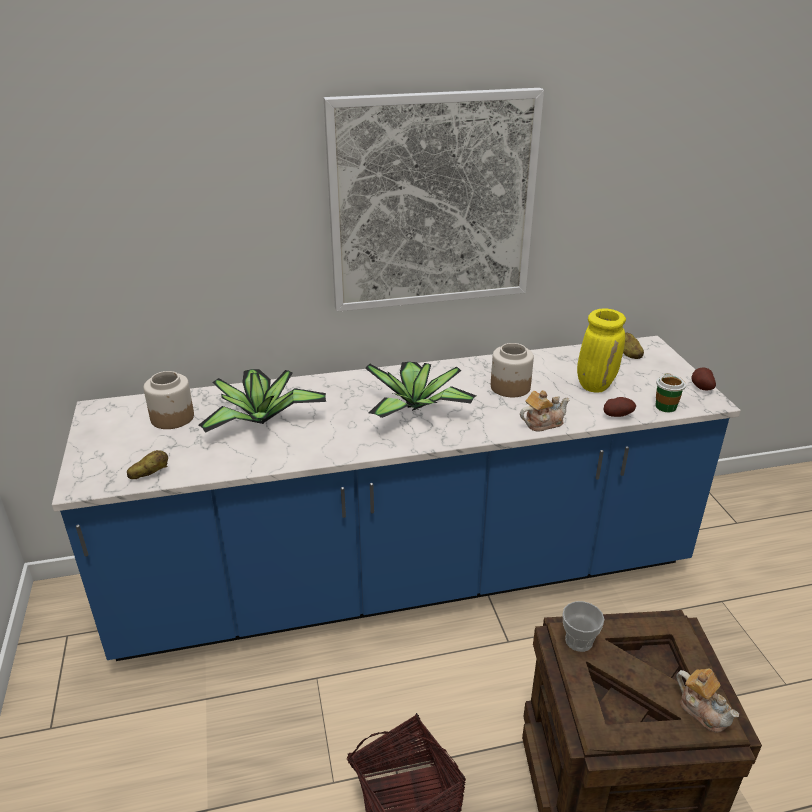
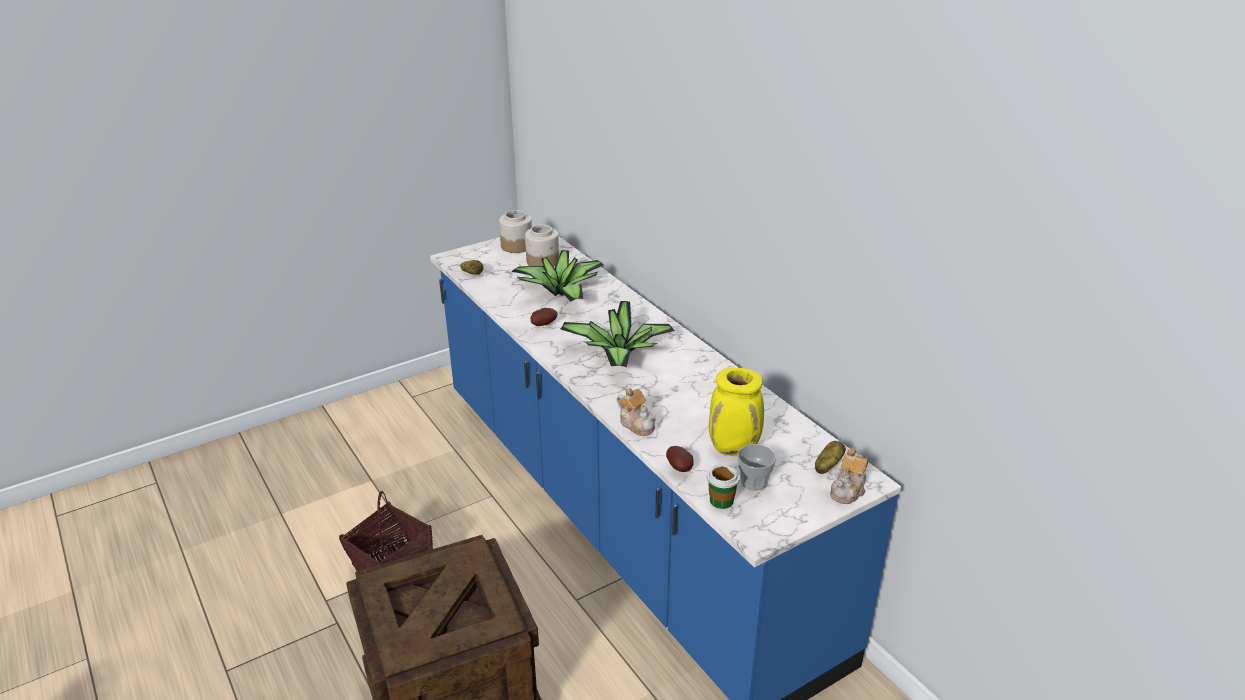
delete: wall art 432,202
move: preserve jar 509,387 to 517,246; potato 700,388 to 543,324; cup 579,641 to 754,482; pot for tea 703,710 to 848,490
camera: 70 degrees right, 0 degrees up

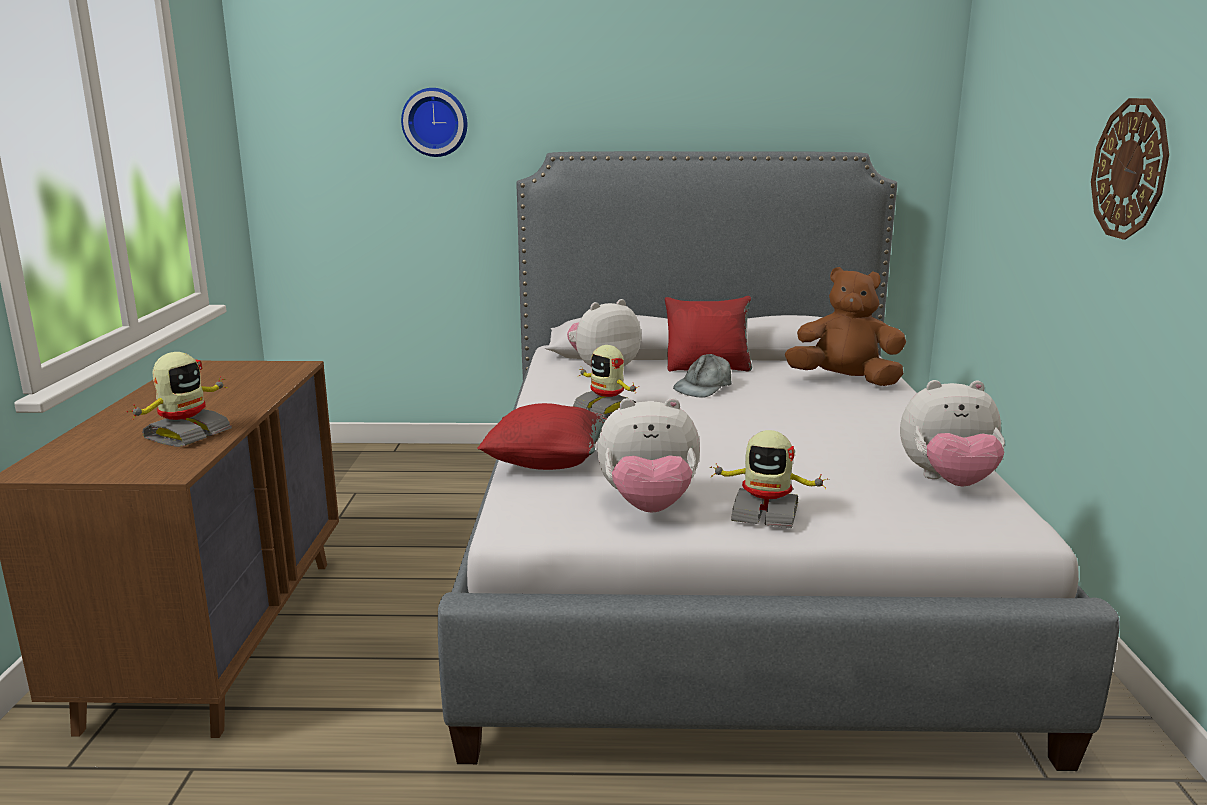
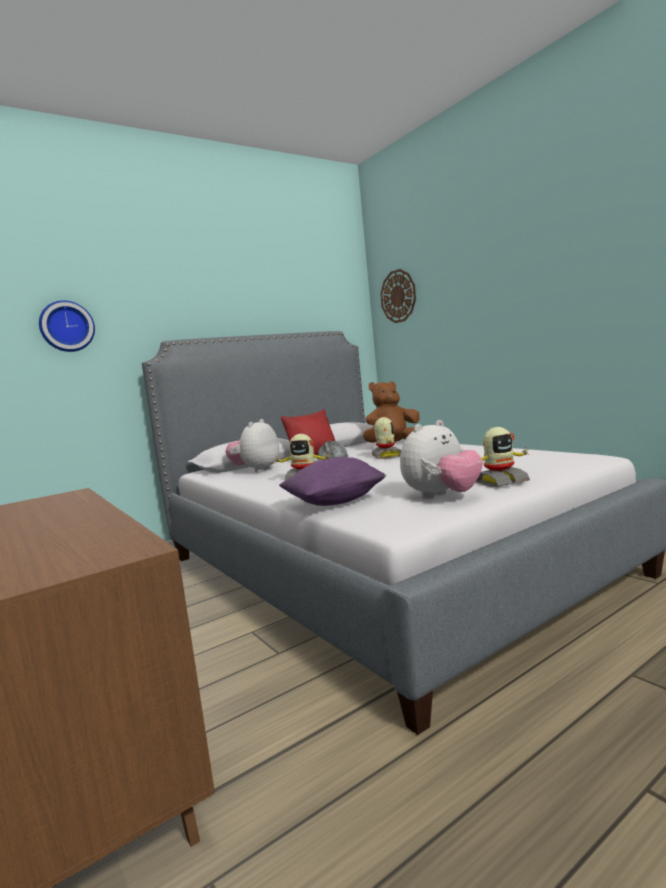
delete: plush toy 948,482
move: hanging clock 1130,169 to 398,296; toy robot 186,435 to 387,456
recolor: cushion (red) 547,463 to cushion (purple) 334,502
camera: 35 degrees left, 10 degrees down

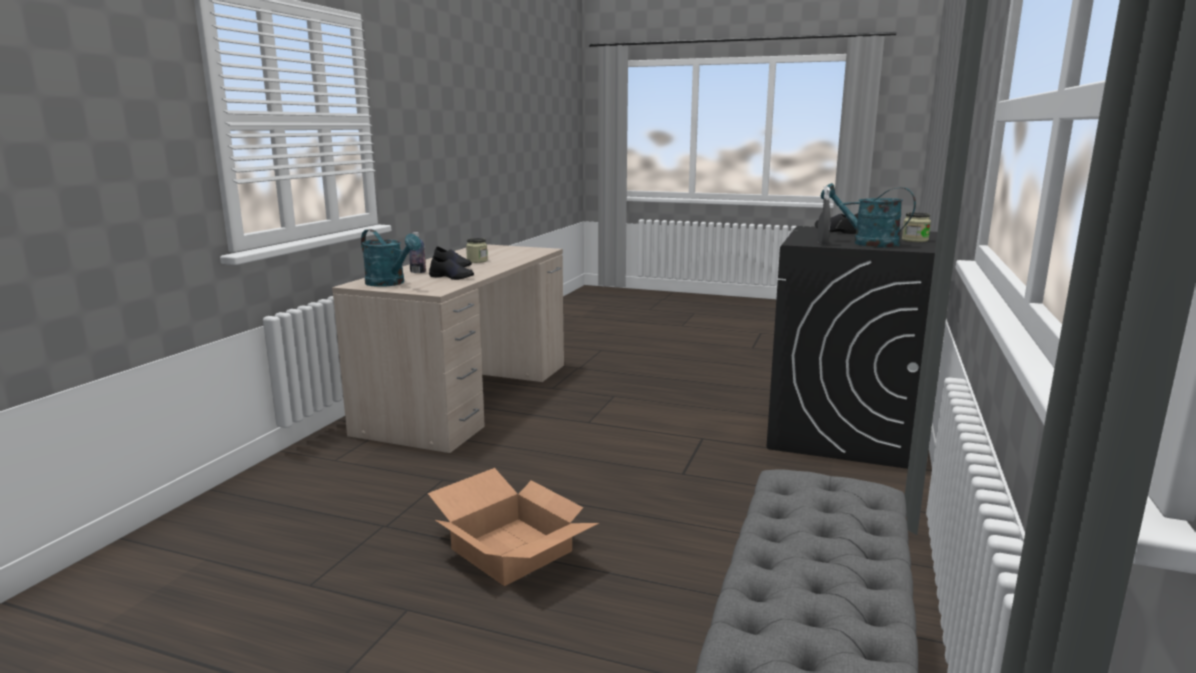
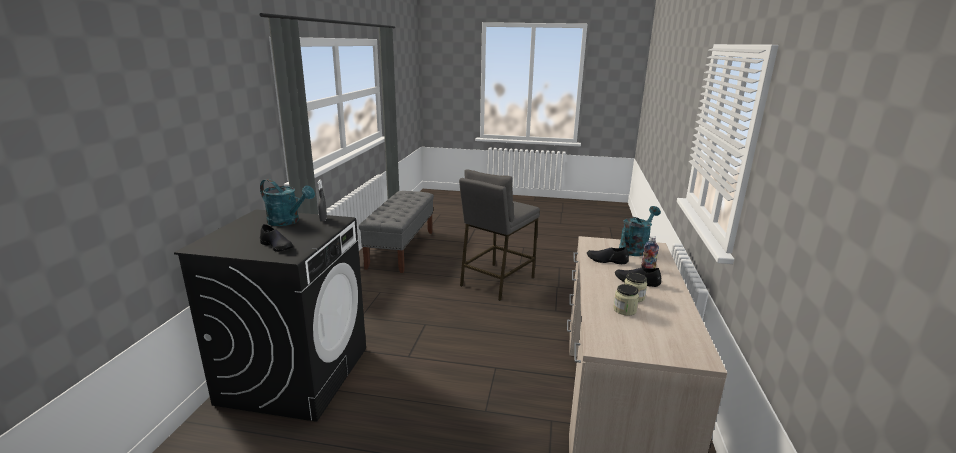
move: preserve jar 915,240 to 624,310
replace: carton 514,550 to stool (grey) 496,281
rotate: watering pot (turquoise) 390,283 = 635,248 105 degrees clockwise
camera: 170 degrees right, 5 degrees up

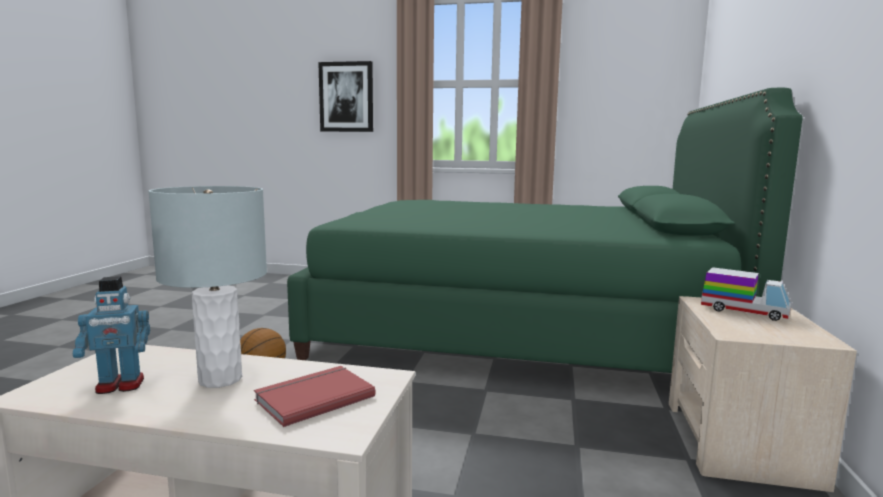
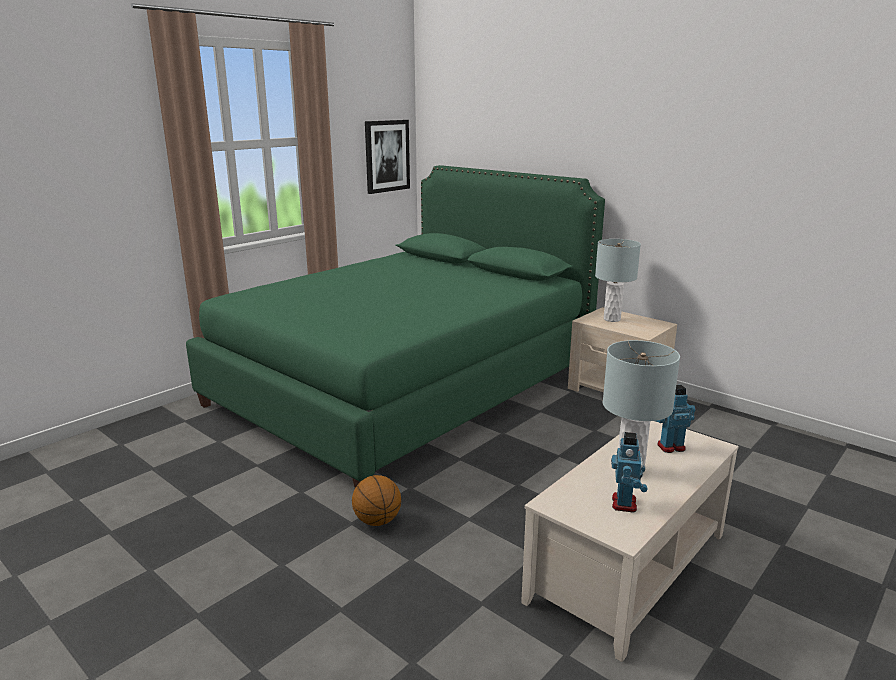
move: wall art 346,97 to 387,156
replace: model truck 744,311 to tabletop lamp (grey) 611,319; volume (red) 313,397 to toy robot 670,447
camera: 60 degrees left, 10 degrees up

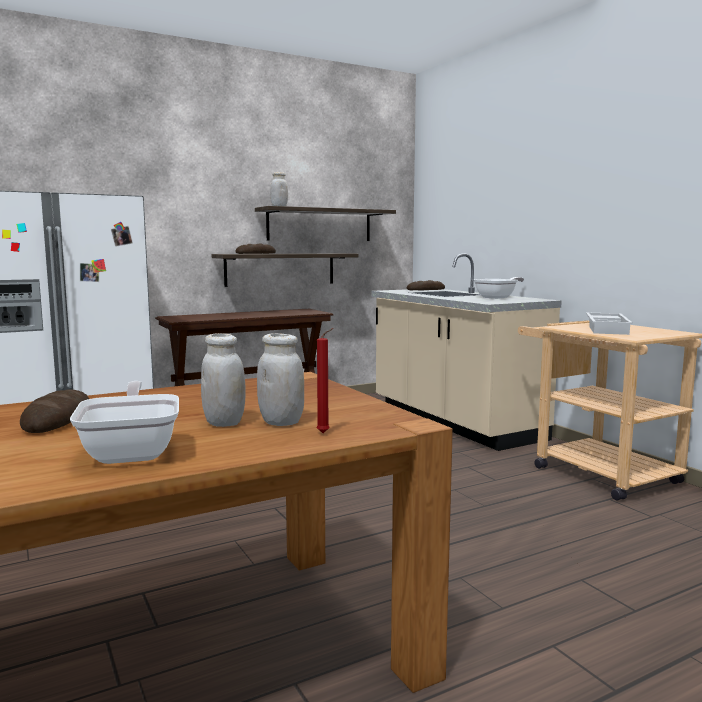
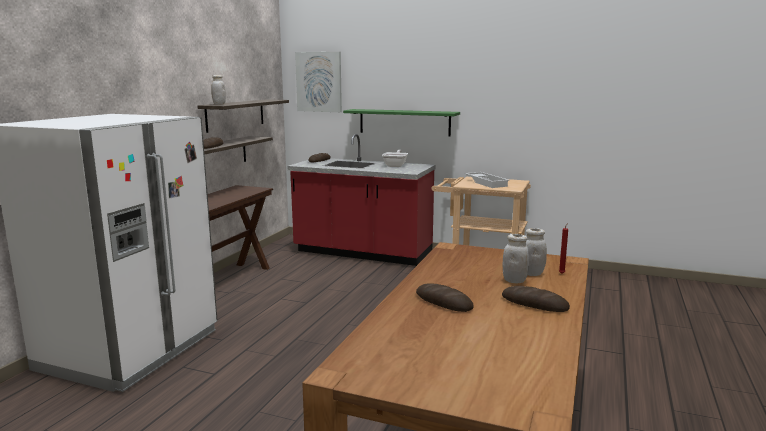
insert: wall art 319,82; wall shelf (green) 404,122
replace: frying pan 133,451 to bakery bread 534,303
recolor: kitchen counter (beige-coloured) 453,421 to kitchen counter (red) 362,253
camera: 40 degrees left, 5 degrees up

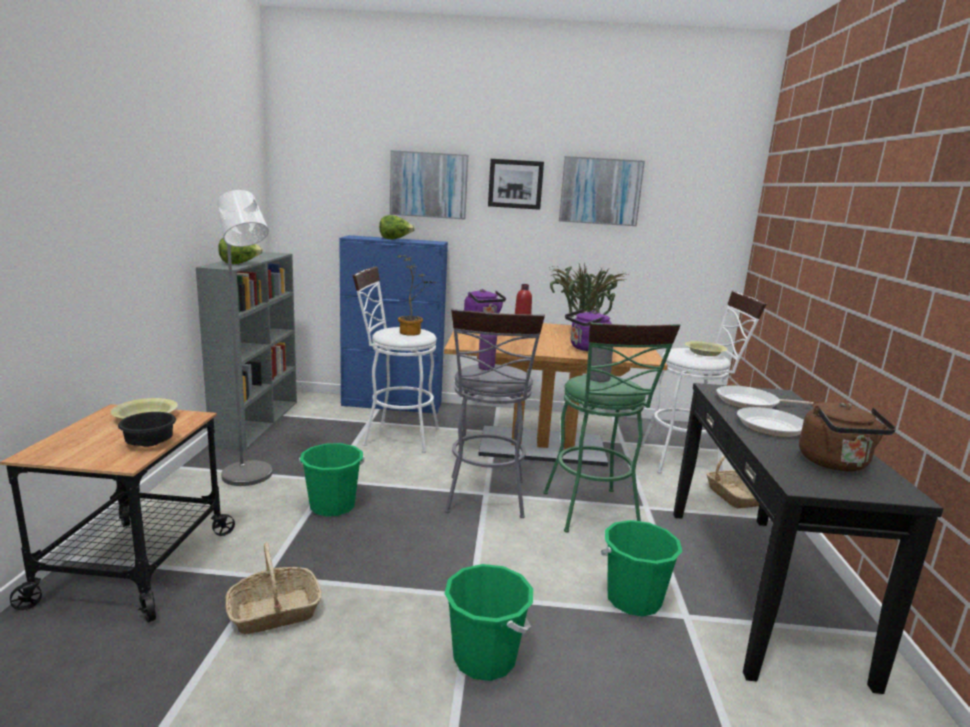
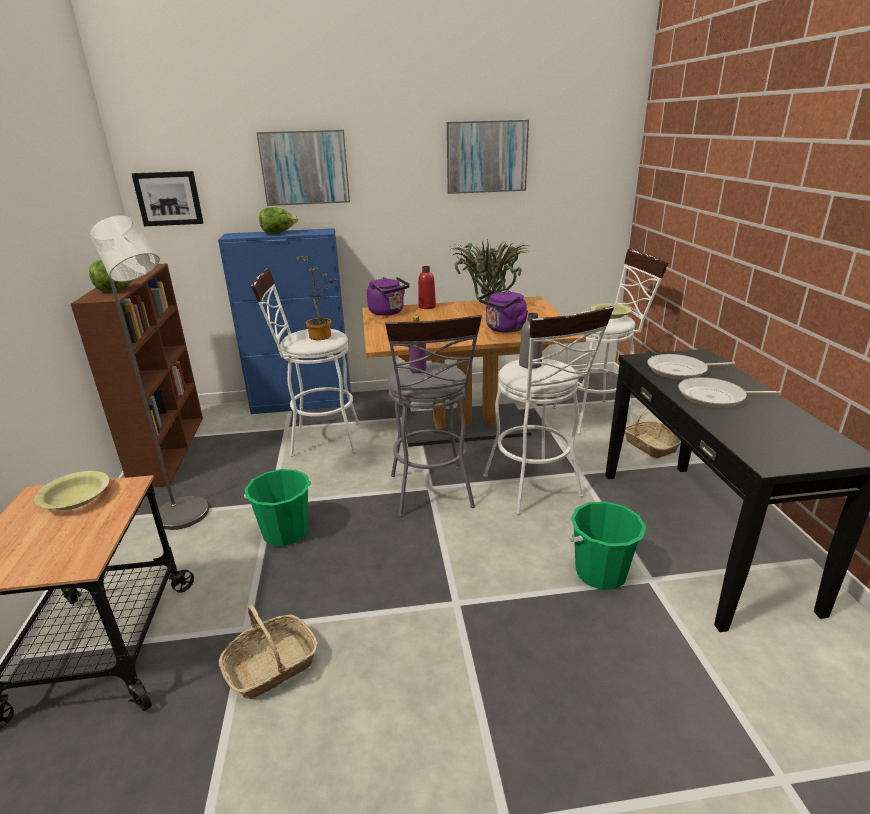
delete: tea kettle (brownish) 836,464; bowl (black-coloured) 151,443; pail (green) 484,658
move: wall art 515,184 to 169,198
recolor: bookcase (grey) 257,422 to bookcase (brownish) 169,449; stool (green) 593,514 to stool (white-coloured) 536,490
camera: 10 degrees left, 10 degrees up

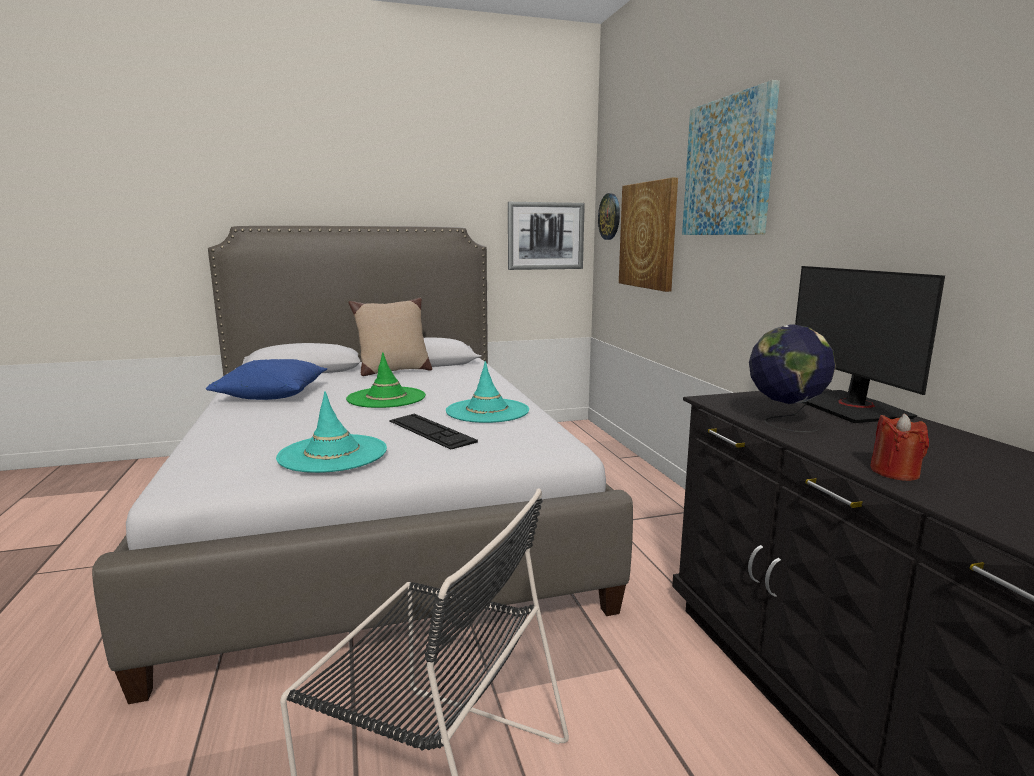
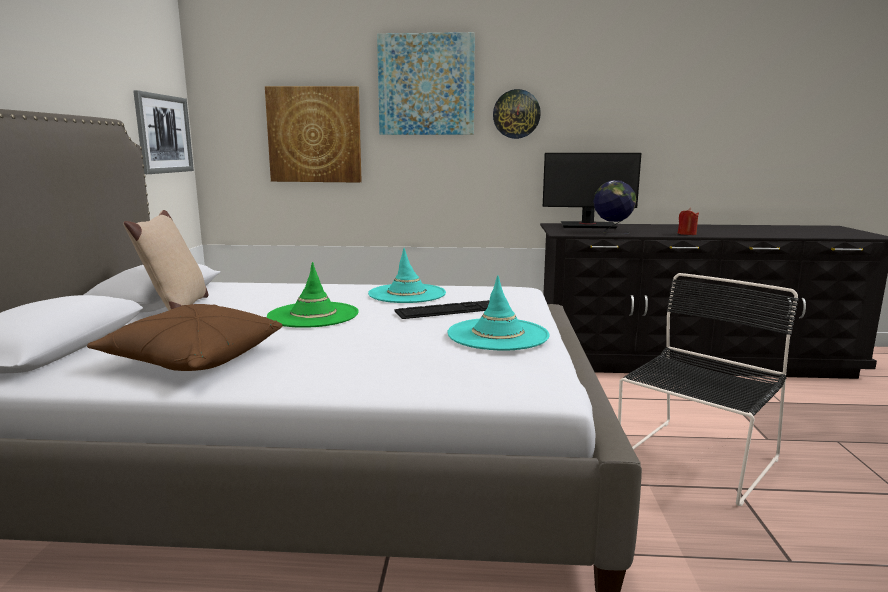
move: hanging clock 610,216 to 516,114
recolor: cushion (bluish) 272,394 to cushion (brownish) 193,360
camera: 70 degrees left, 0 degrees up

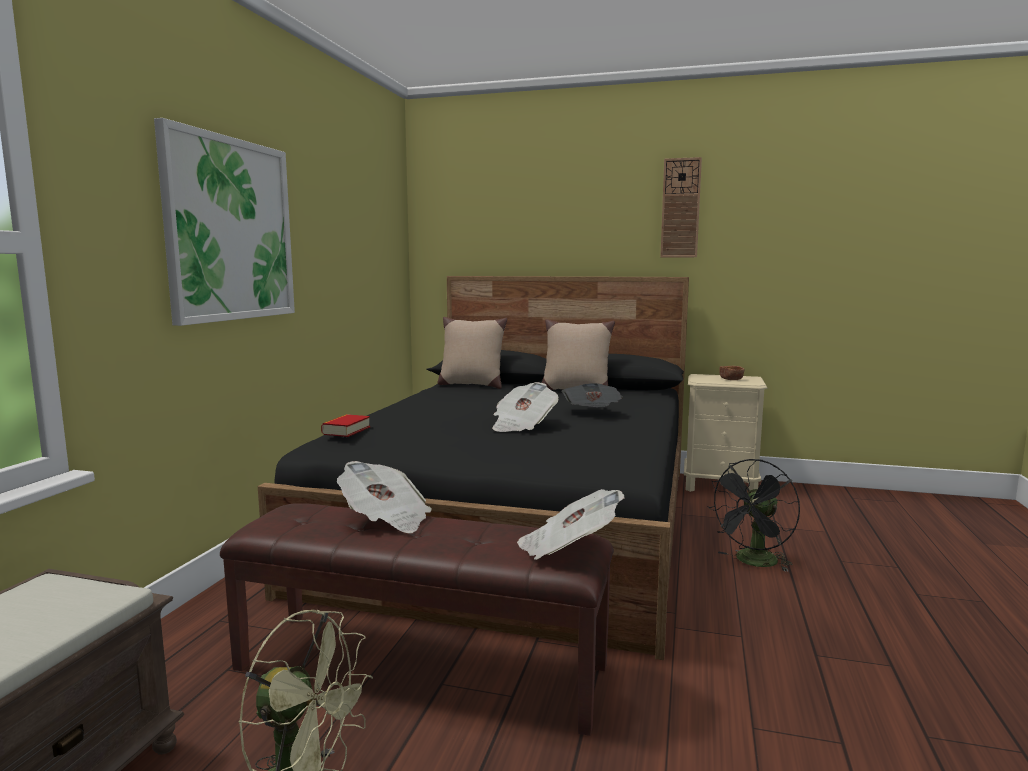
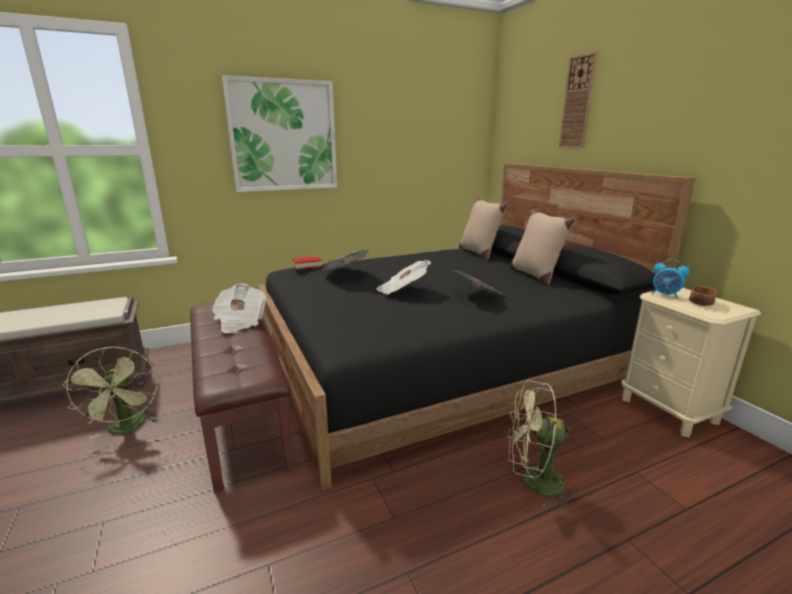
insert: table clock 665,295
move: hanging clock 680,208 to 577,103; newspaper 568,549 to 345,273
recolor: electric fan (black-coloured) 753,563 to electric fan (green) 533,482
camera: 50 degrees right, 10 degrees up

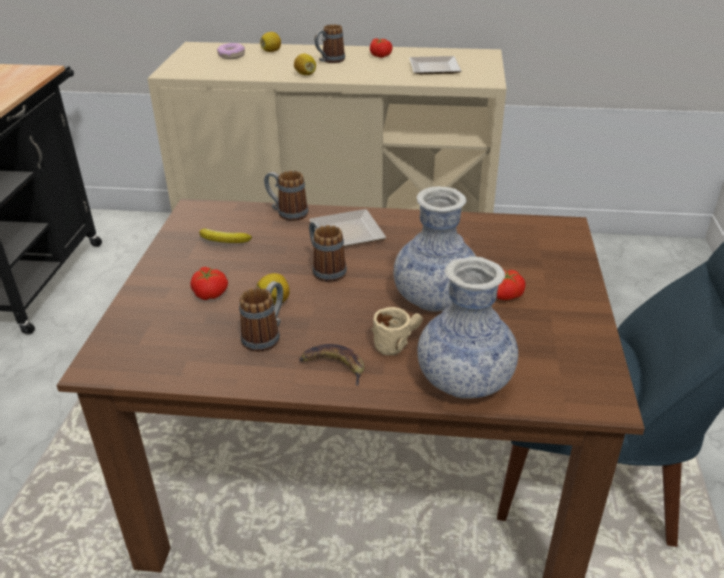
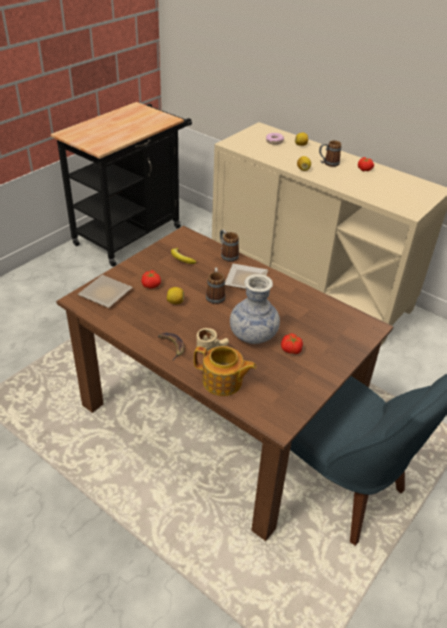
delete: tea mug 266,335
move: dinner plate 433,69 to 103,293
replace: vase 464,380 to pot for tea 223,382
camera: 30 degrees right, 5 degrees up

